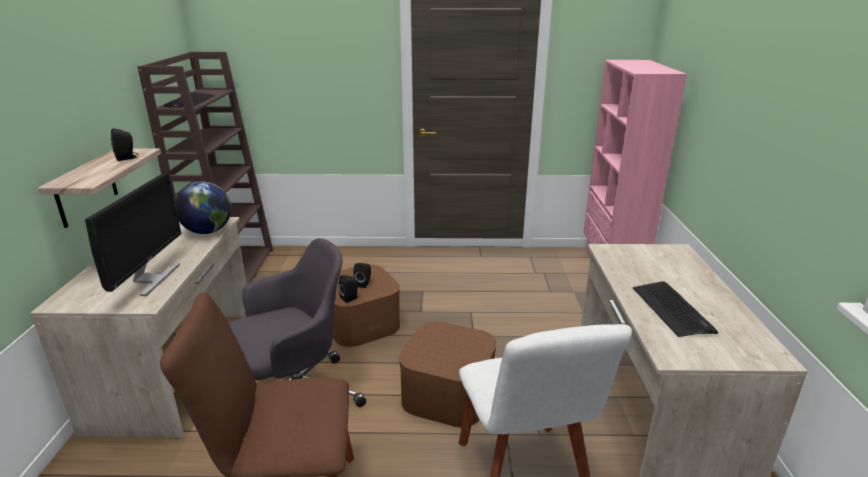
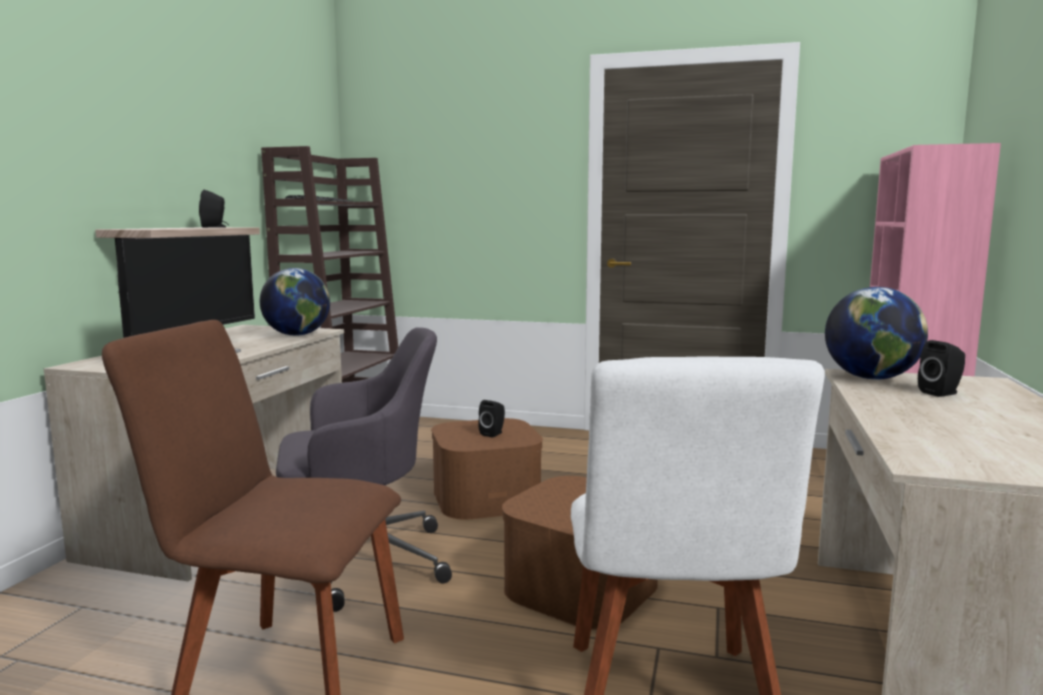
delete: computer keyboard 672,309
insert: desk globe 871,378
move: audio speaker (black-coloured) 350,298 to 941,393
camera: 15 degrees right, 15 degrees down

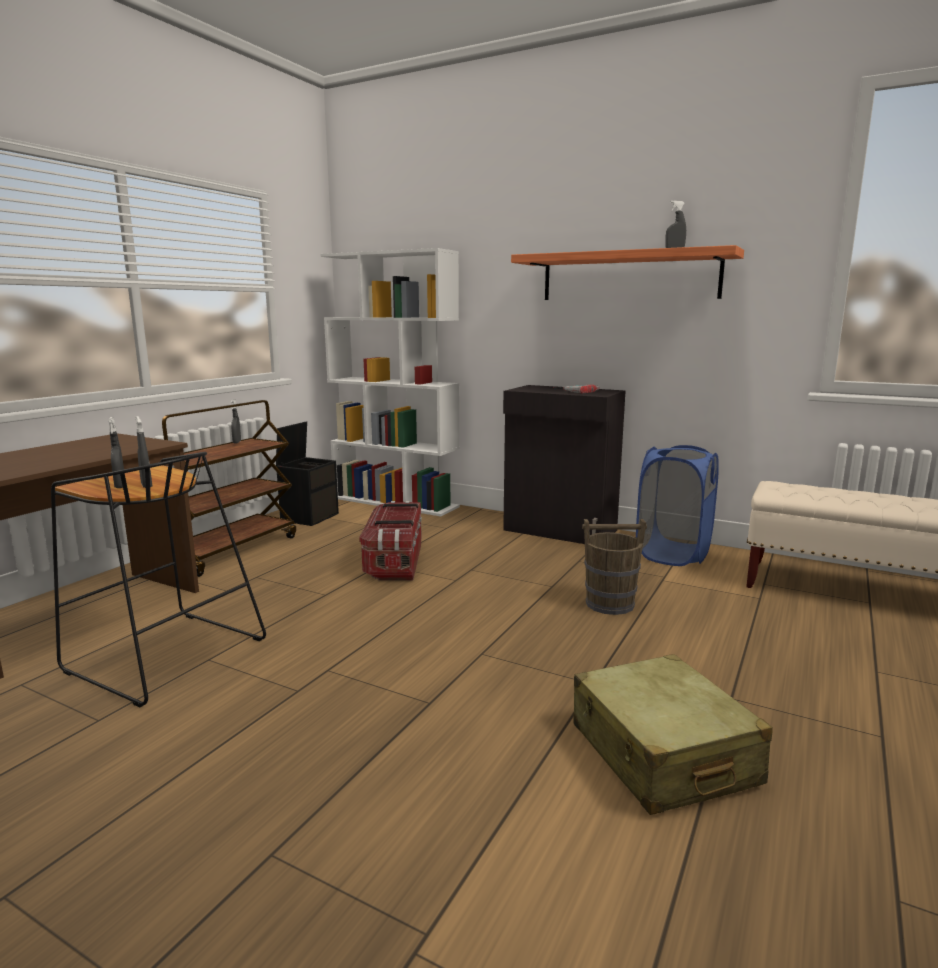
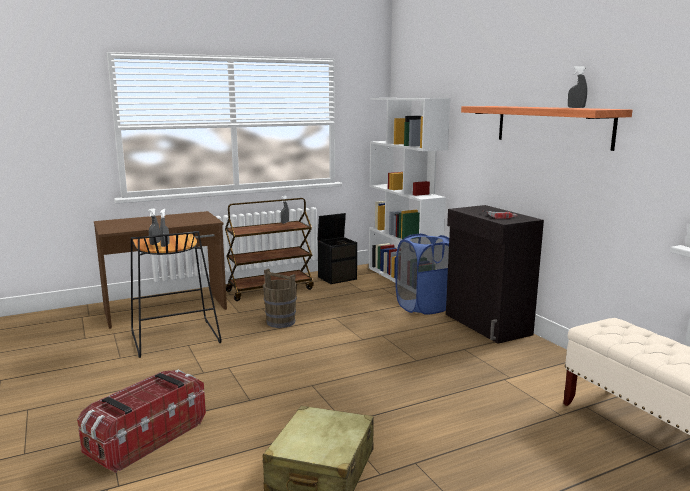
move: washing basket (bluish) 673,554 to 424,306; storage box 394,562 to 146,438; pail (brownish) 610,604 to 281,322
camera: 35 degrees right, 0 degrees up

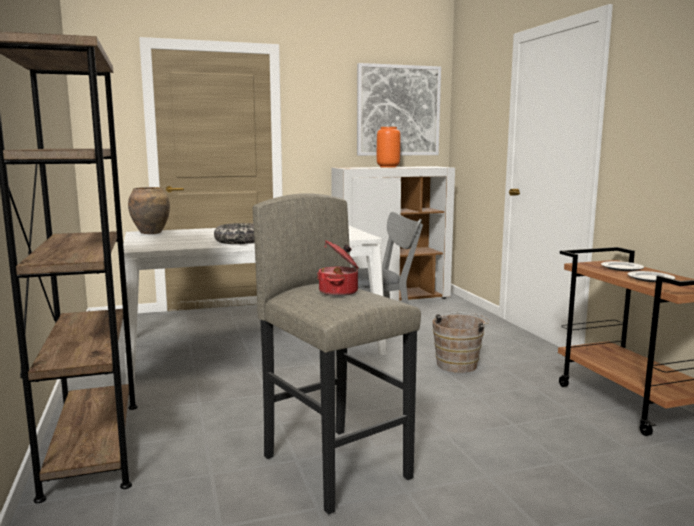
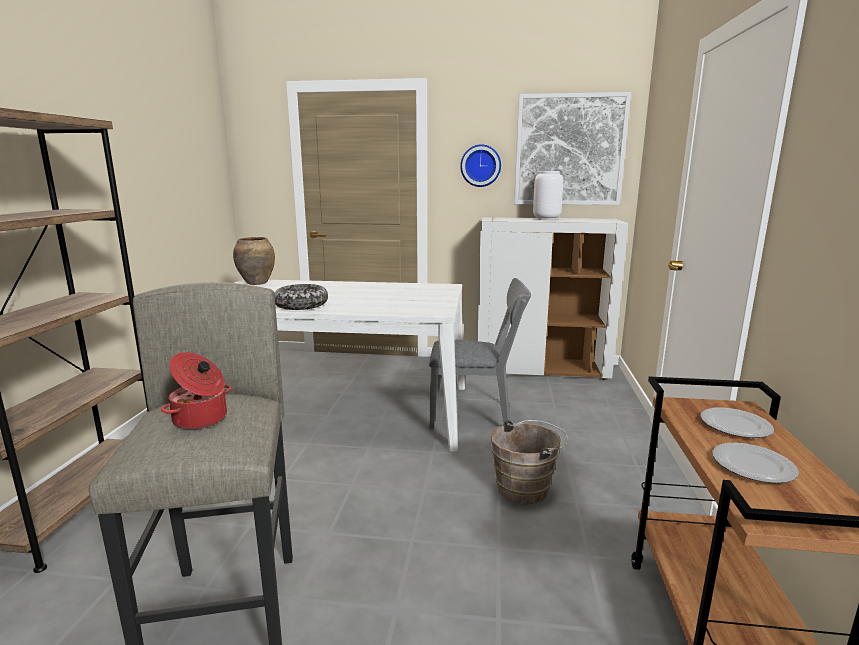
insert: hanging clock 480,165
recolor: vase (orange-coloured) 387,167 to vase (white-coloured) 546,219
camera: 25 degrees right, 5 degrees up

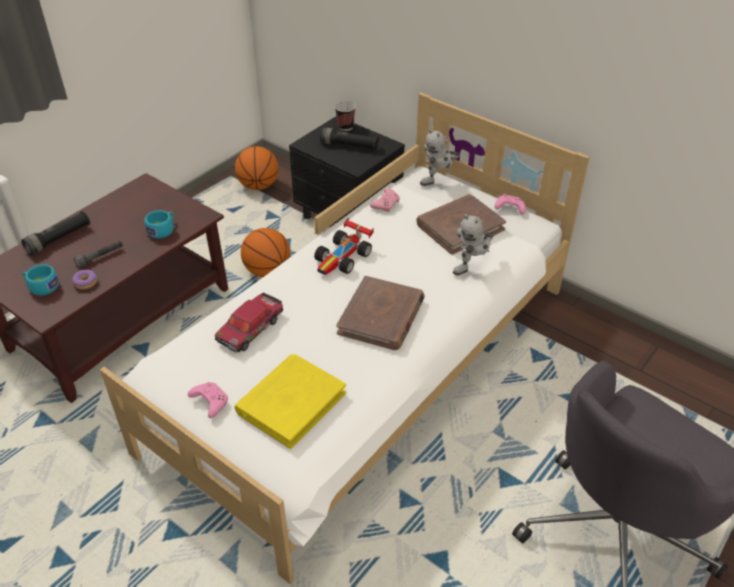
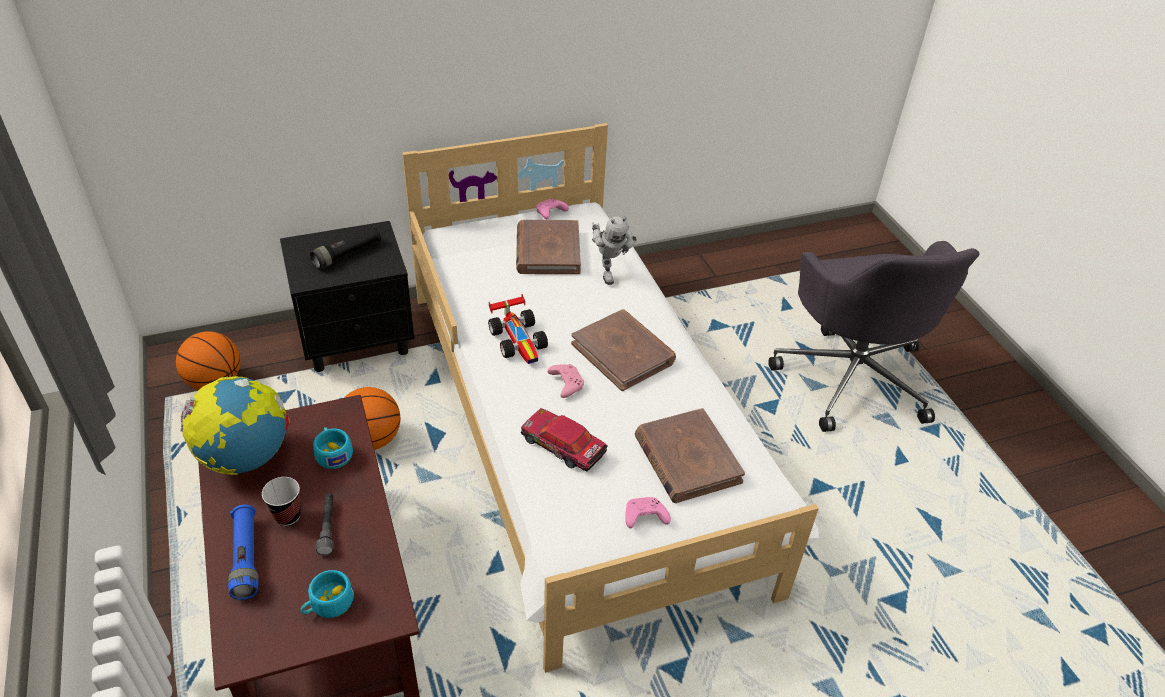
delete: toy robot 438,181; ring doughnut 86,282
insert: desk globe 246,457
move: cup 345,127 to 287,516; game controller (pinkish) 386,204 to 566,384
recolor: flashlight (black-coloured) 59,239 to flashlight (bluish) 246,558; volume (yellowish) 291,402 to volume (brownish) 686,459
rotate: miniature car 251,328 = 563,446 150 degrees clockwise
camera: 60 degrees left, 0 degrees up

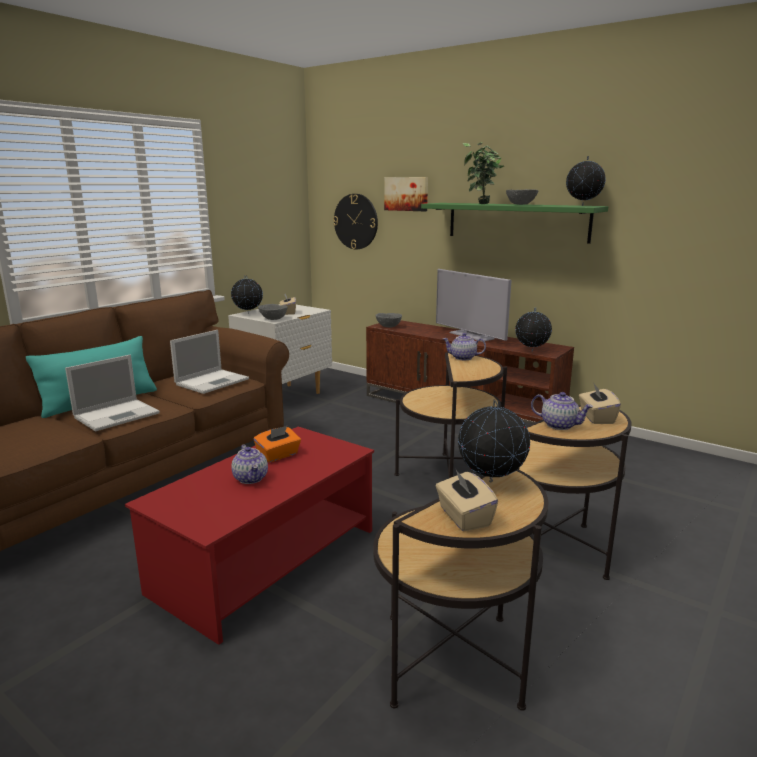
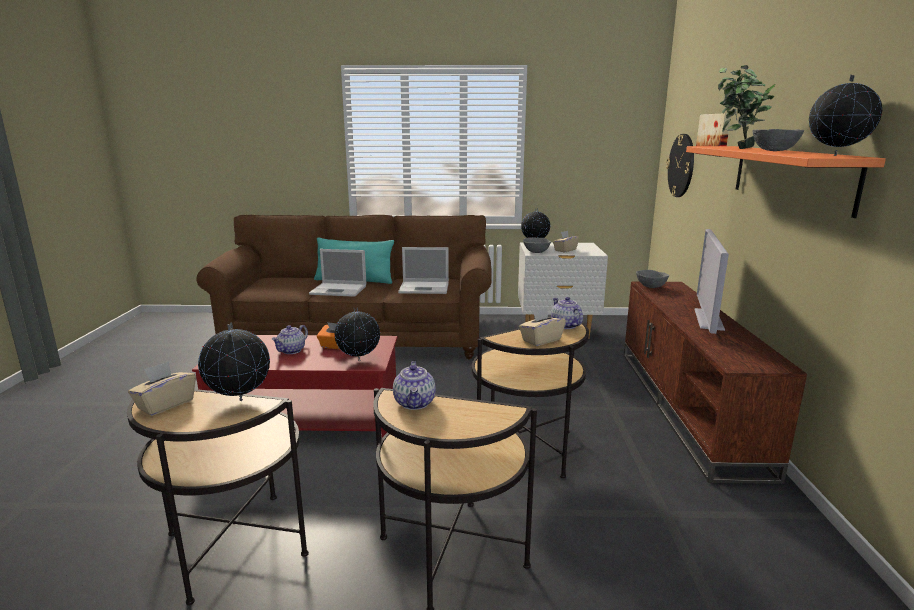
move: desk globe 531,351 to 358,360; box of tissues (beige-coloured) 596,417 to 541,340
recolor: wall shelf (green) 517,222 to wall shelf (orange-coloured) 790,176
camera: 55 degrees right, 0 degrees up

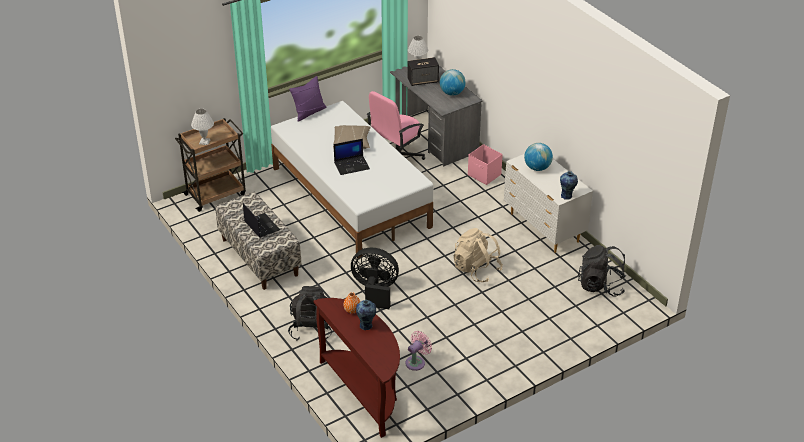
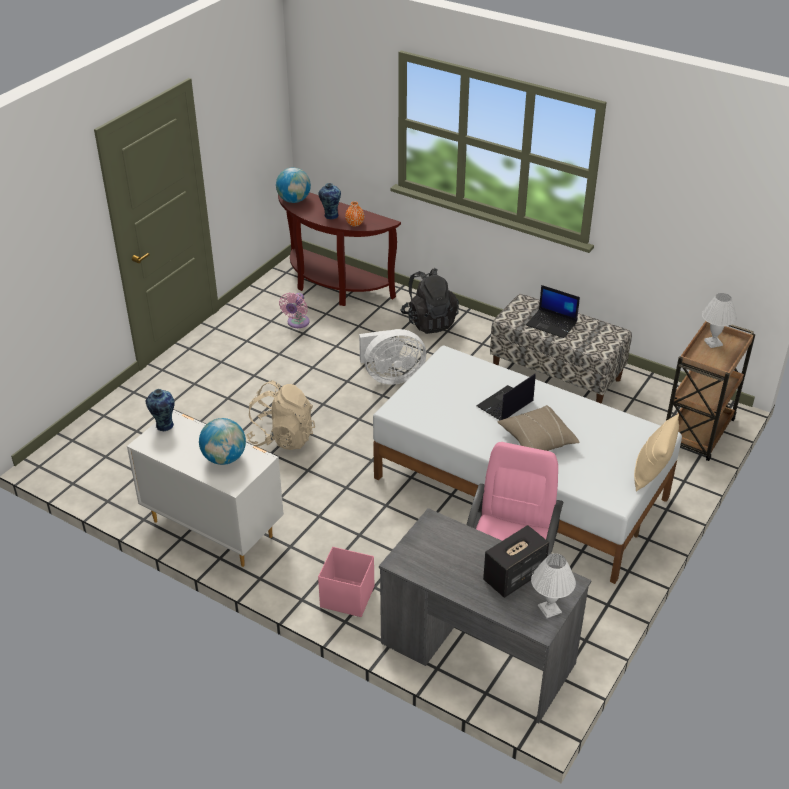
delete: knapsack (black-coloured) 601,286
move: desk globe 452,93 to 294,200
recolor: cushion (purple) 309,112 to cushion (beige-coloured) 651,473; electric fan (black-coloured) 375,291 to electric fan (white-coloured) 391,377
camera: 155 degrees right, 0 degrees up

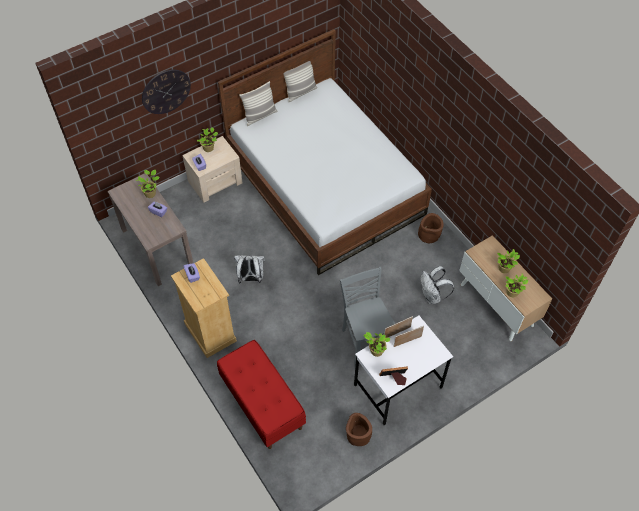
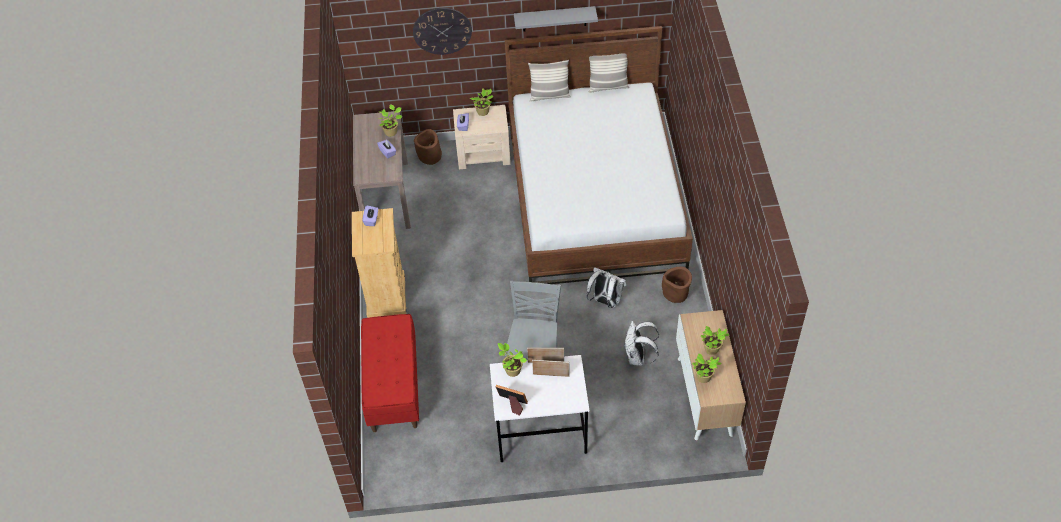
insert: wall shelf (grey) 554,19
move: knapsack (white-coloured) 251,278 to 605,301; planter (brownish) 358,435 to 430,156
camera: 30 degrees right, 5 degrees down

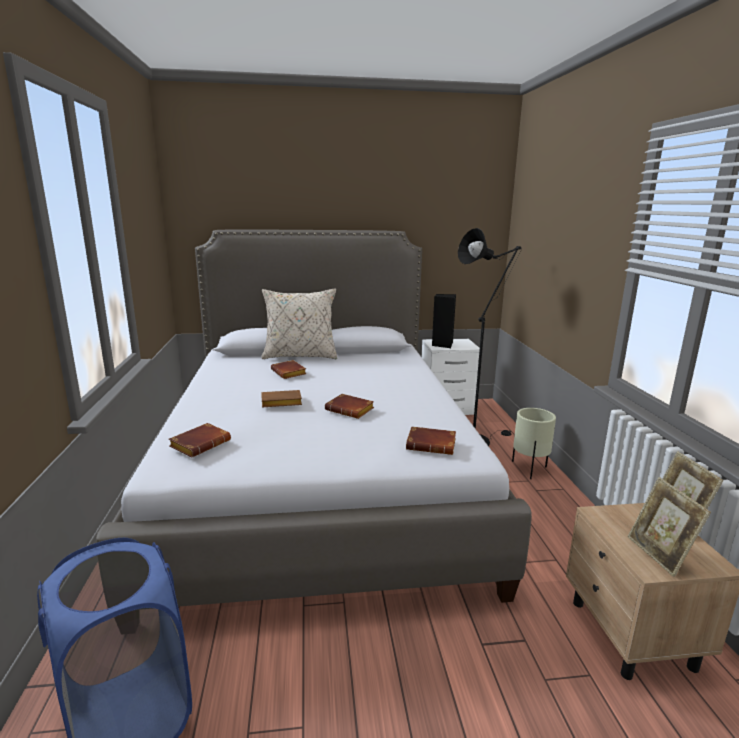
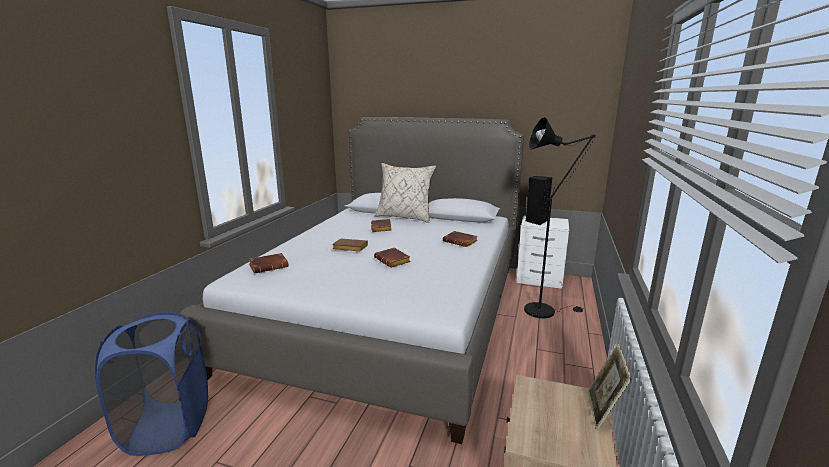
delete: planter (beige-coloured) 529,469; photo frame 659,554
move: volume (brownish) 432,445 to 461,242
camera: 25 degrees right, 0 degrees up

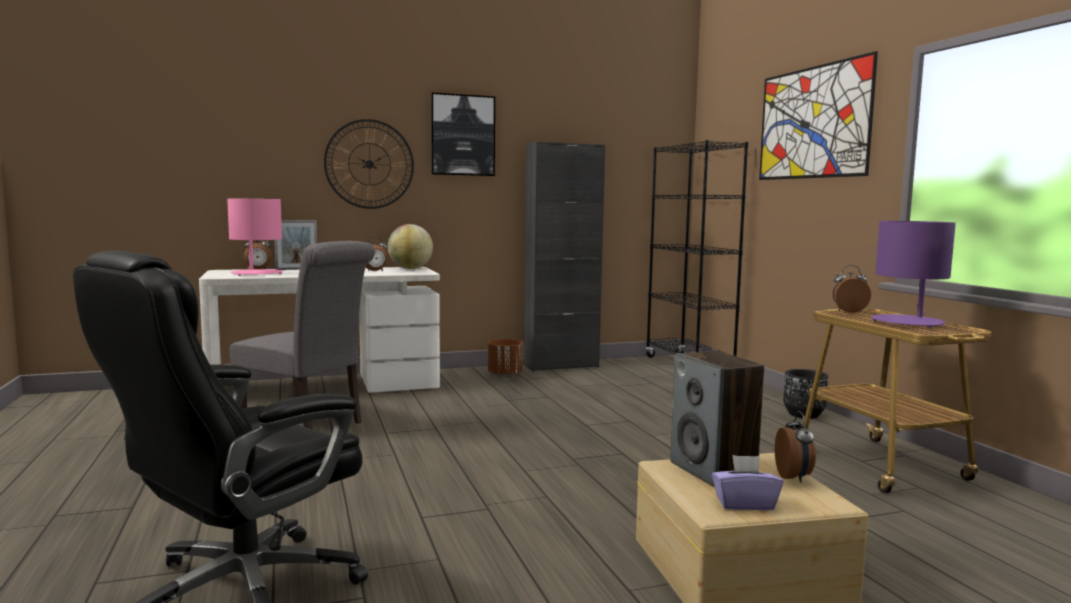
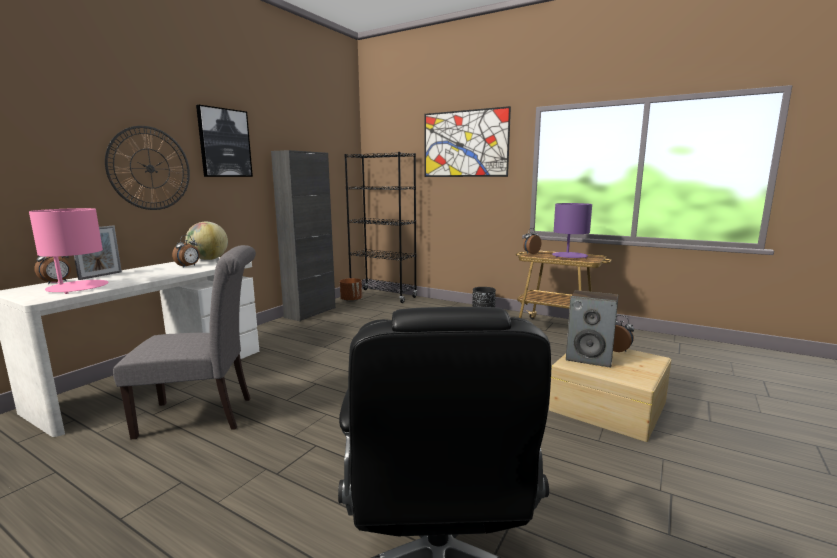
delete: box of tissues (purple) 744,504
move: planter (brownish) 505,375 to 351,300
camera: 40 degrees left, 5 degrees up

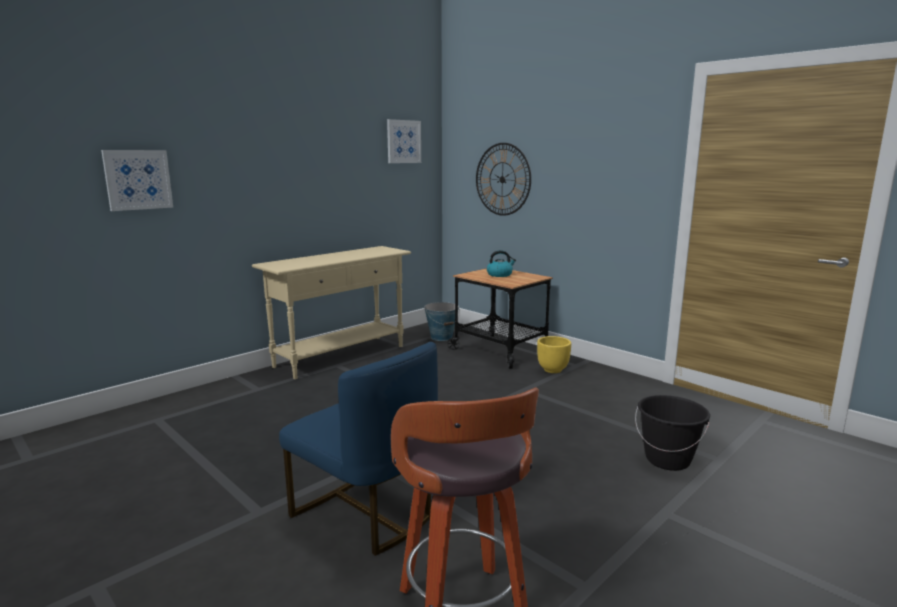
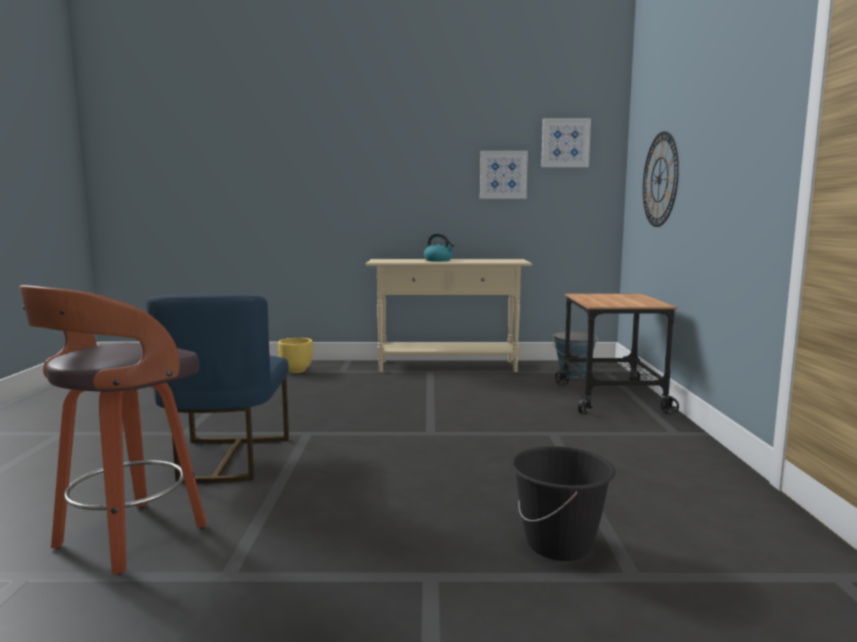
move: wall art 138,179 to 503,175; tea kettle 500,274 to 438,260; planter (yellowish) 553,370 to 296,371
camera: 45 degrees right, 5 degrees down

